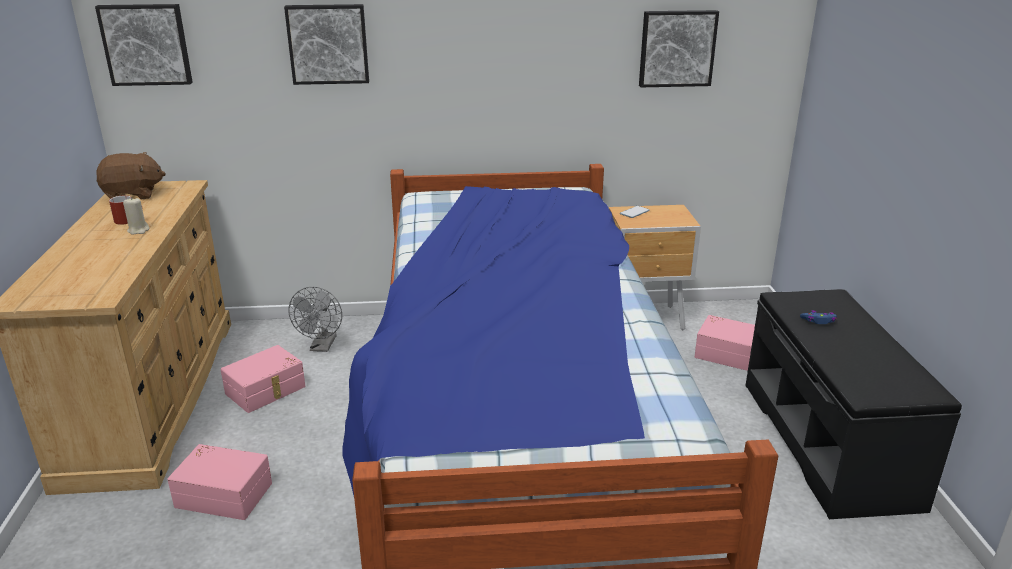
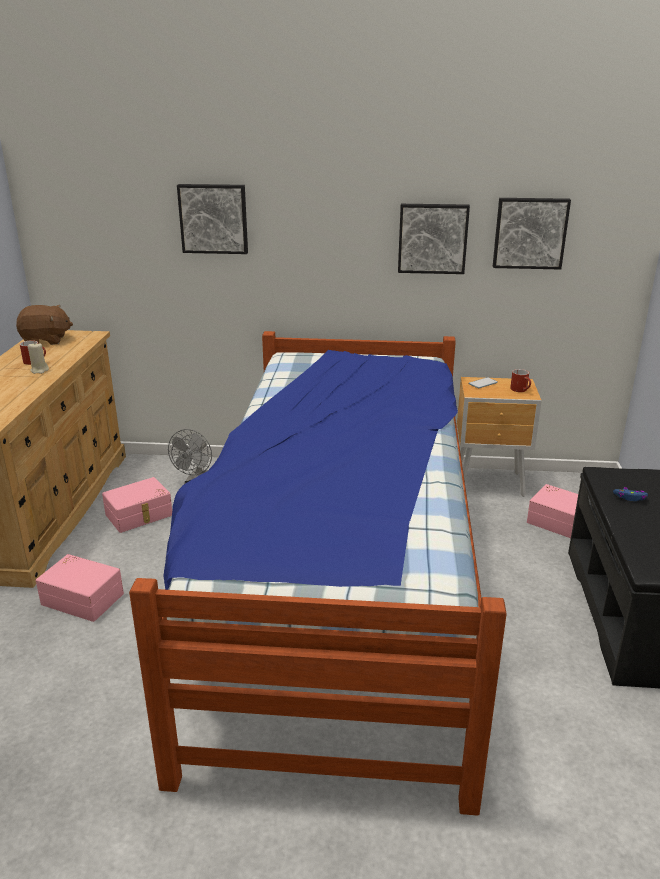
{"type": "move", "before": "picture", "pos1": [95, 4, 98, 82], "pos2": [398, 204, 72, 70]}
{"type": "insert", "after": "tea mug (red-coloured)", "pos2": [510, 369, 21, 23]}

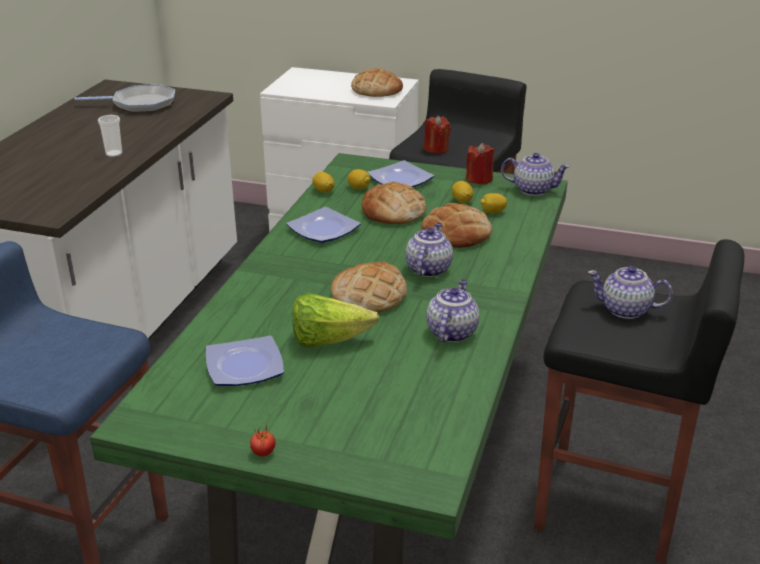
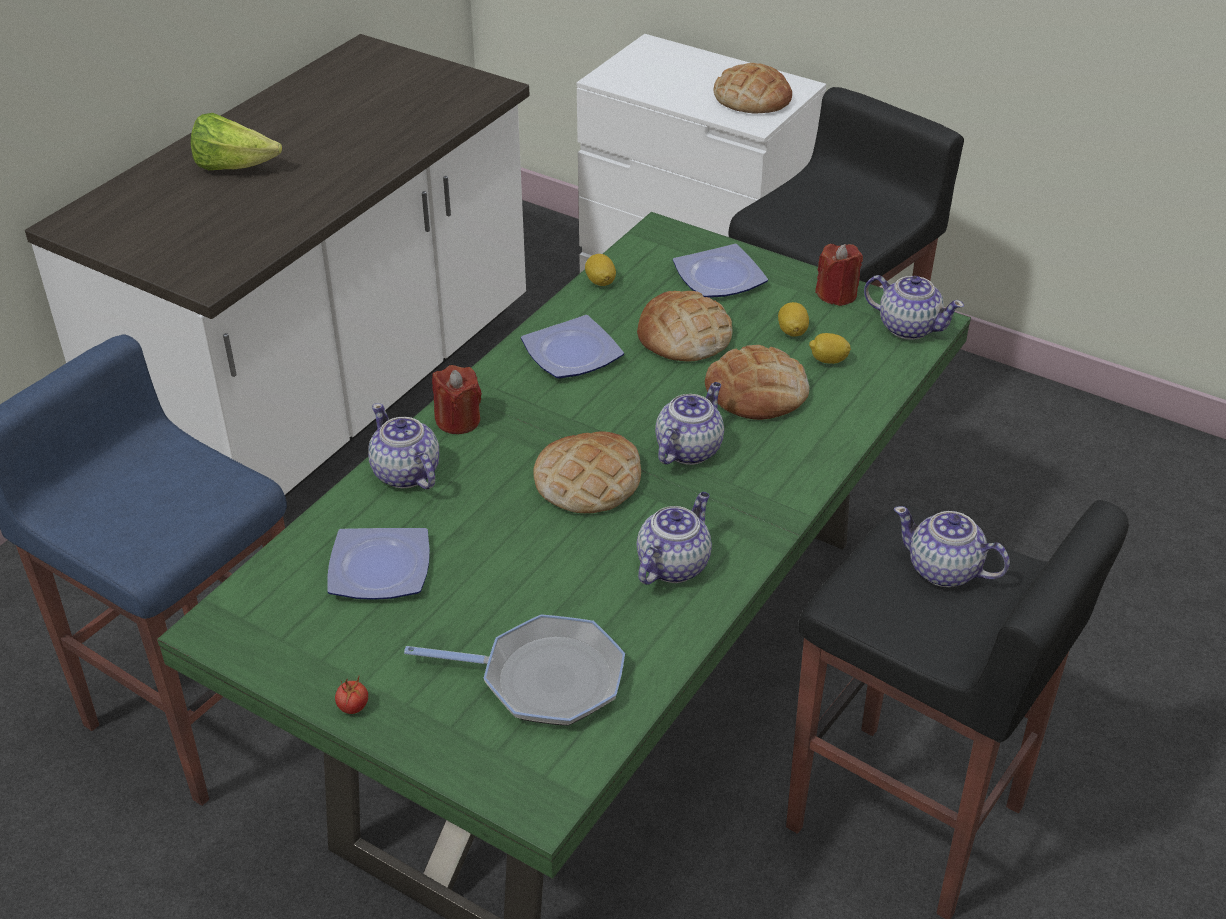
{"type": "move", "before": "pan", "pos1": [74, 84, 101, 29], "pos2": [404, 614, 221, 112]}
{"type": "delete", "before": "drinking cup", "pos1": [98, 115, 24, 42]}
{"type": "move", "before": "head of lettuce", "pos1": [292, 293, 87, 55], "pos2": [191, 113, 91, 57]}
{"type": "delete", "before": "lemon", "pos1": [348, 169, 22, 20]}
{"type": "move", "before": "candle (red-coloured)", "pos1": [424, 116, 27, 38], "pos2": [432, 365, 50, 69]}
{"type": "insert", "after": "pot for tea", "pos2": [368, 403, 71, 86]}

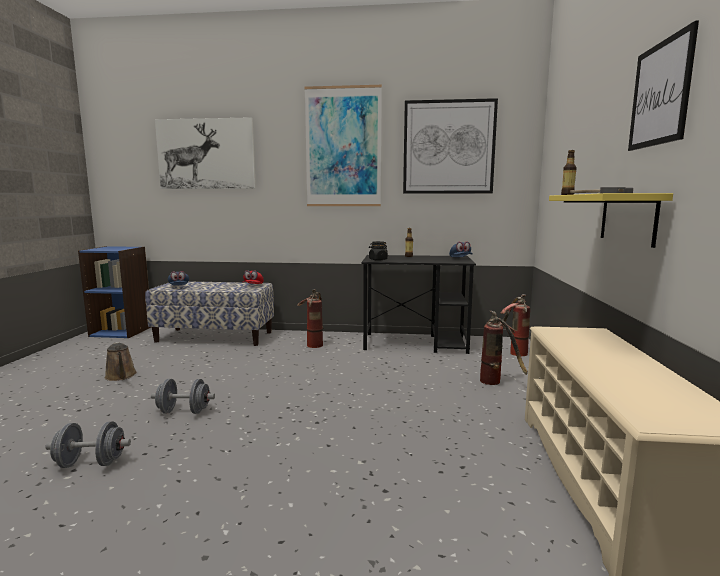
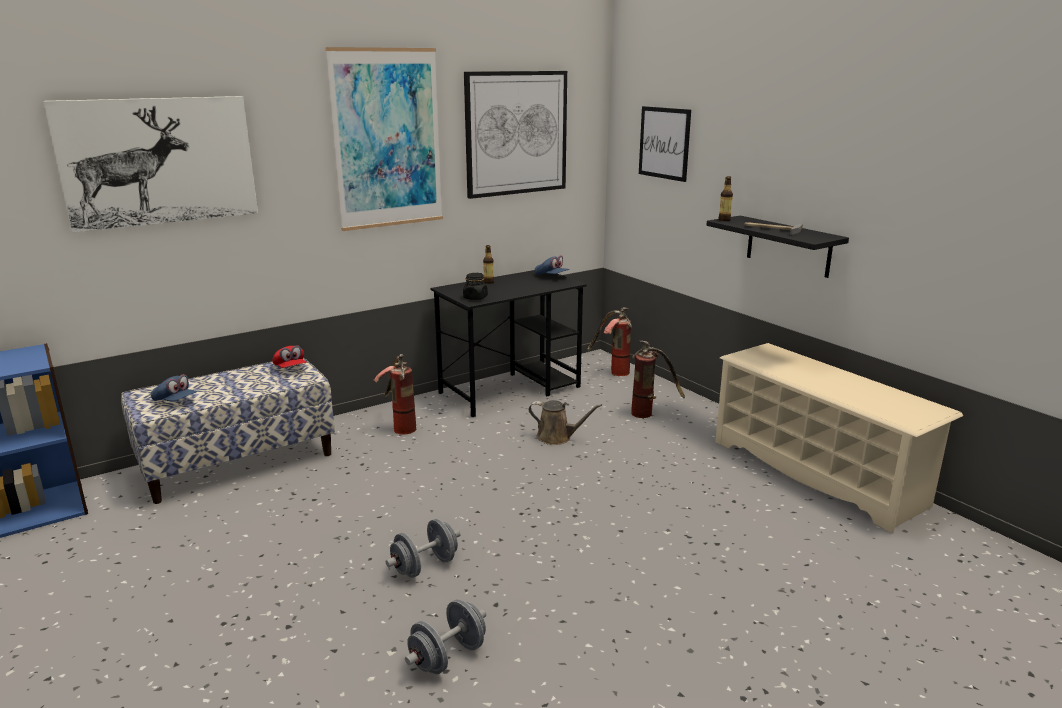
{"type": "move", "before": "watering can (brownish)", "pos1": [105, 342, 32, 39], "pos2": [528, 400, 74, 45]}
{"type": "recolor", "before": "wall shelf (yellow)", "after": "wall shelf (black-coloured)", "pos1": [549, 193, 124, 55], "pos2": [706, 216, 143, 62]}
{"type": "move", "before": "picture", "pos1": [628, 20, 71, 131], "pos2": [639, 106, 52, 76]}

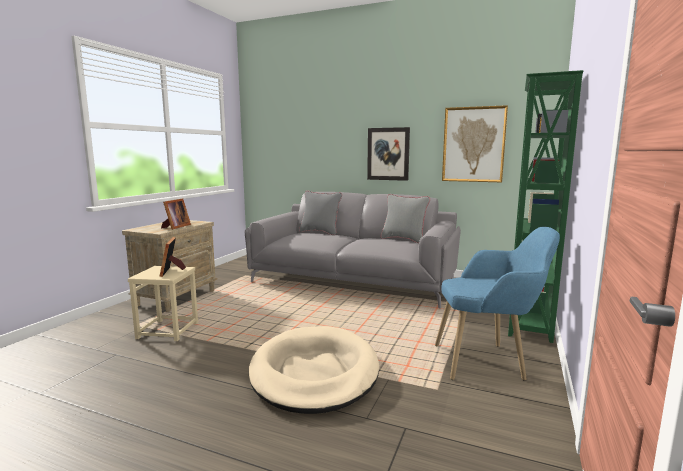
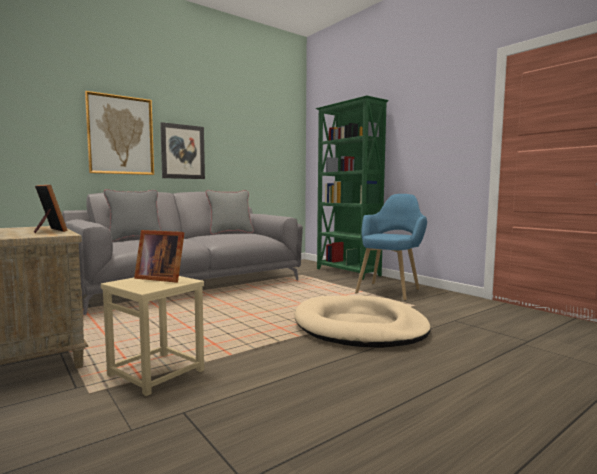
{"type": "move", "before": "picture", "pos1": [442, 105, 66, 77], "pos2": [85, 91, 69, 84]}

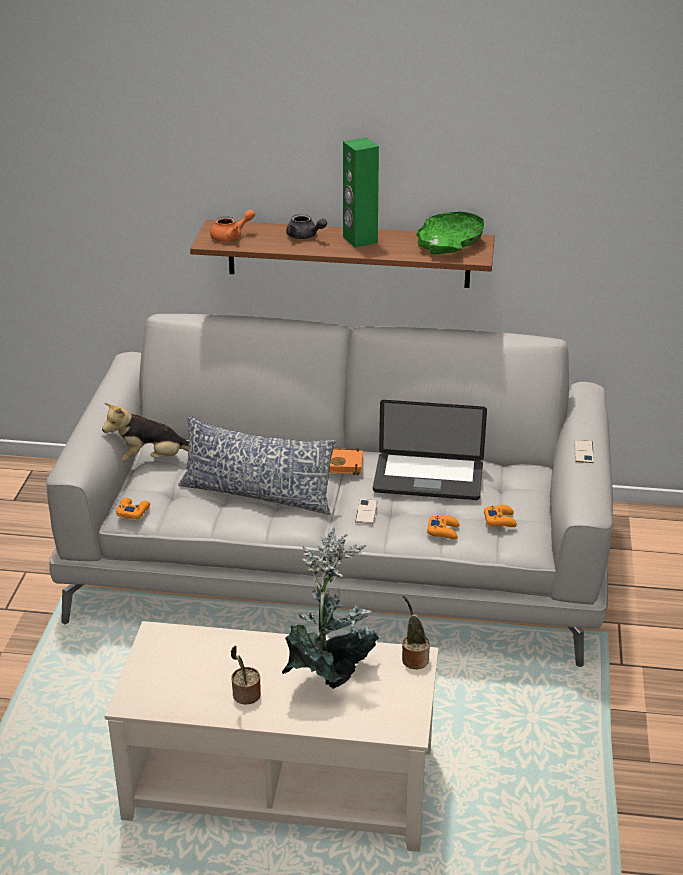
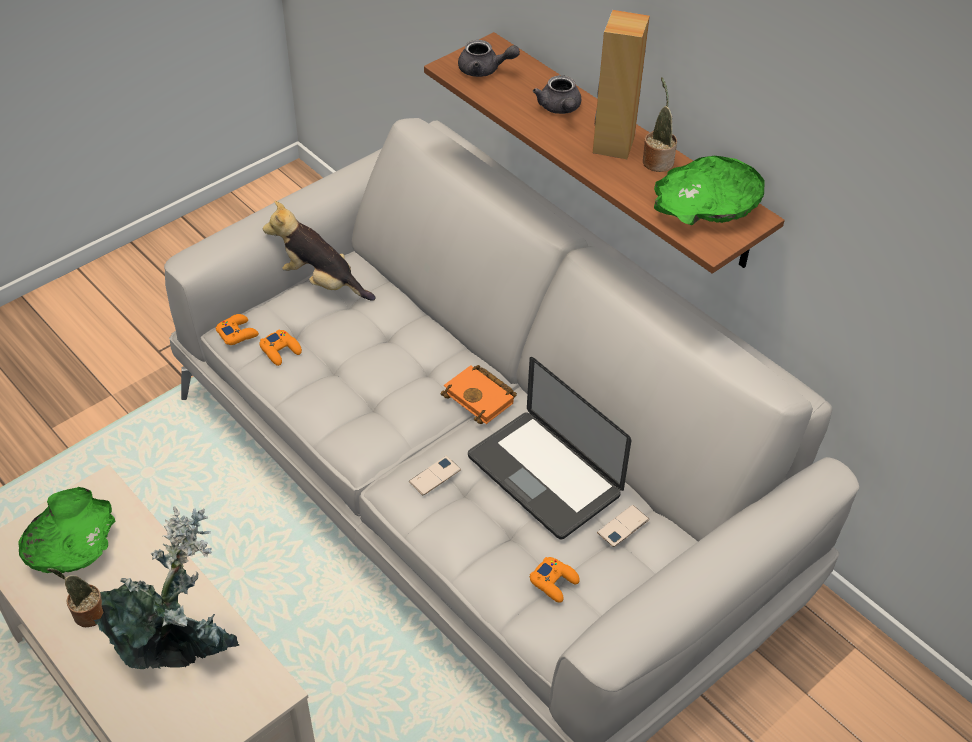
{"type": "delete", "before": "throw pillow", "pos1": [178, 416, 158, 99]}
{"type": "recolor", "before": "pot for tea (orange-coloured)", "after": "pot for tea (gray)", "pos1": [210, 209, 45, 33], "pos2": [458, 40, 62, 37]}
{"type": "recolor", "before": "speaker (green)", "after": "speaker (brownish)", "pos1": [343, 138, 36, 109], "pos2": [593, 10, 57, 149]}
{"type": "move", "before": "potted plant", "pos1": [402, 595, 28, 74], "pos2": [643, 77, 34, 95]}
{"type": "move", "before": "joypad (orange-coloured)", "pos1": [427, 516, 33, 23], "pos2": [259, 329, 43, 37]}
{"type": "move", "before": "telephone", "pos1": [575, 440, 19, 23], "pos2": [597, 505, 52, 42]}
{"type": "insert", "after": "bowl (green)", "pos2": [18, 487, 97, 86]}

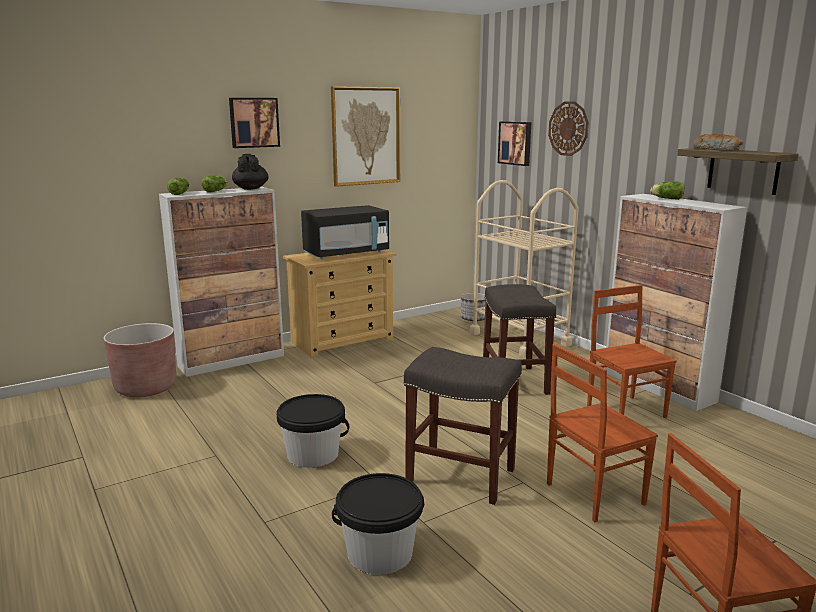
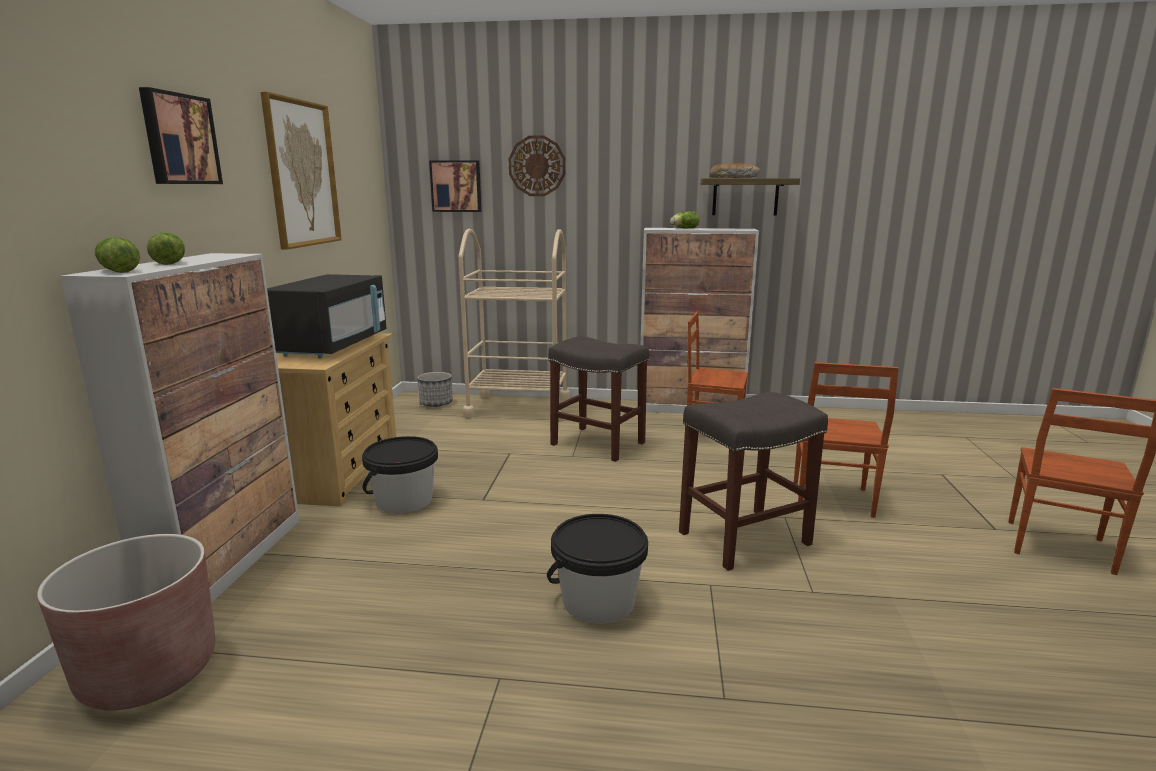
{"type": "delete", "before": "pot for tea (black-coloured)", "pos1": [232, 154, 37, 36]}
{"type": "move", "before": "bucket (black-coloured)", "pos1": [332, 473, 92, 102], "pos2": [362, 436, 76, 78]}

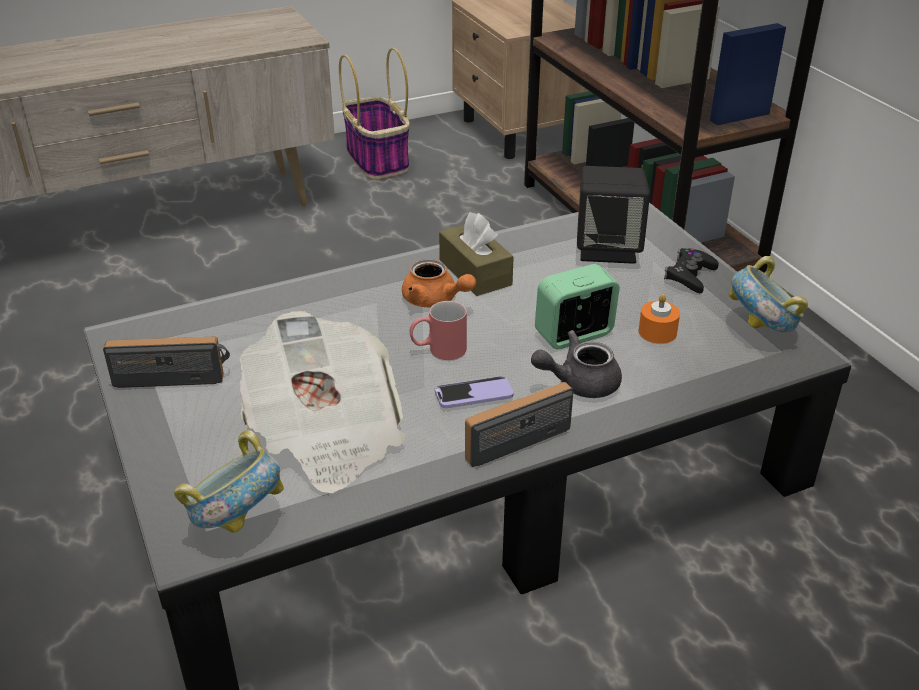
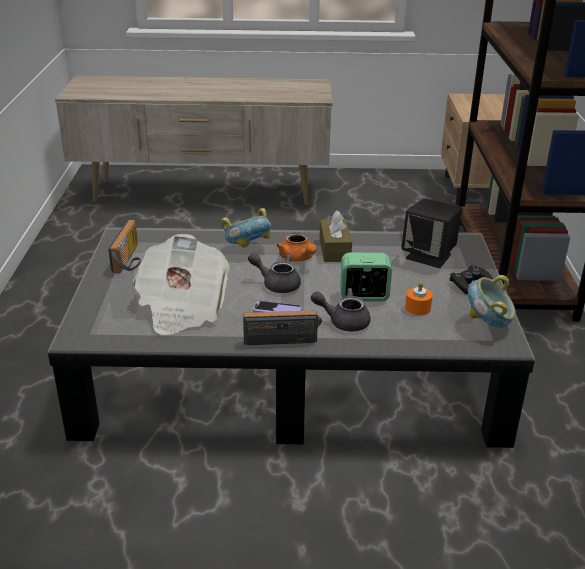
{"type": "rotate", "before": "radio receiver", "pos1": [103, 336, 127, 52], "pos2": [108, 220, 33, 53], "turn": 75}
{"type": "move", "before": "bowl", "pos1": [174, 430, 110, 103], "pos2": [221, 208, 50, 40]}
{"type": "delete", "before": "basket", "pos1": [339, 47, 71, 132]}
{"type": "replace", "before": "tea mug (red-coloured)", "after": "pot for tea (gray)", "pos1": [409, 301, 58, 59], "pos2": [248, 253, 53, 40]}

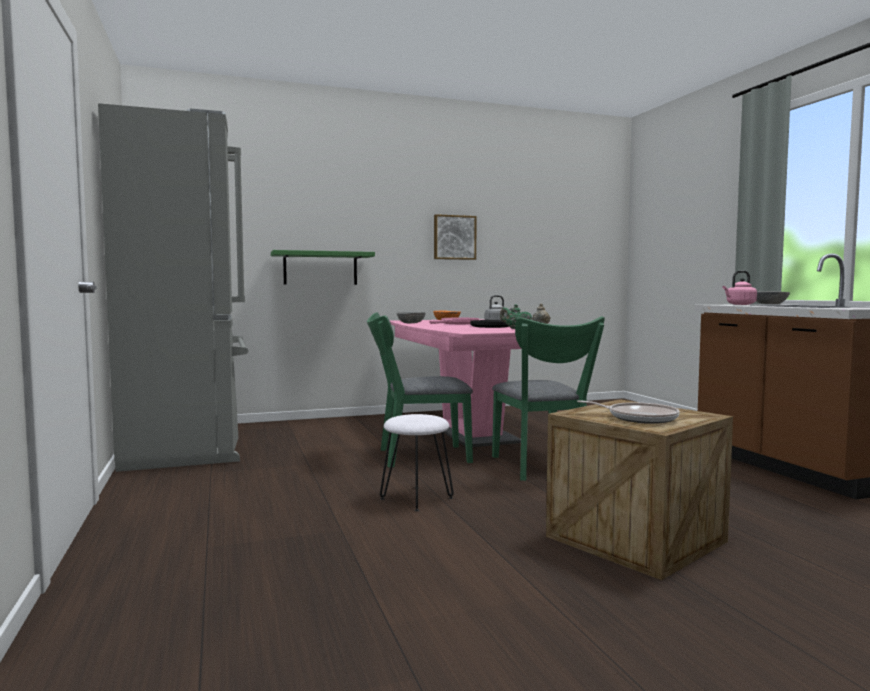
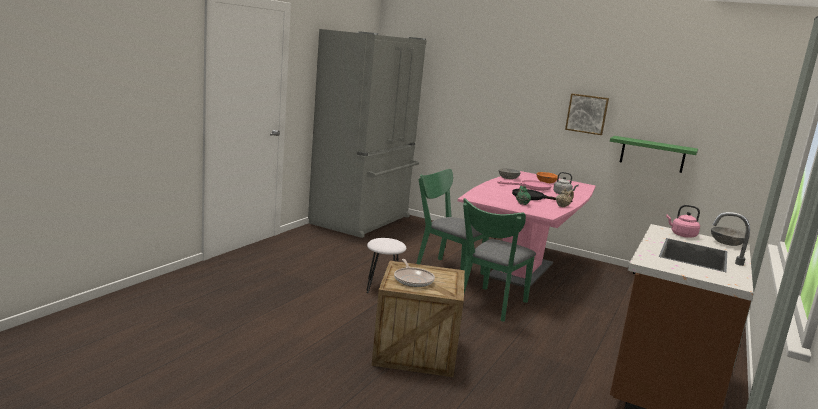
{"type": "move", "before": "wall shelf (green)", "pos1": [271, 250, 104, 35], "pos2": [610, 136, 88, 37]}

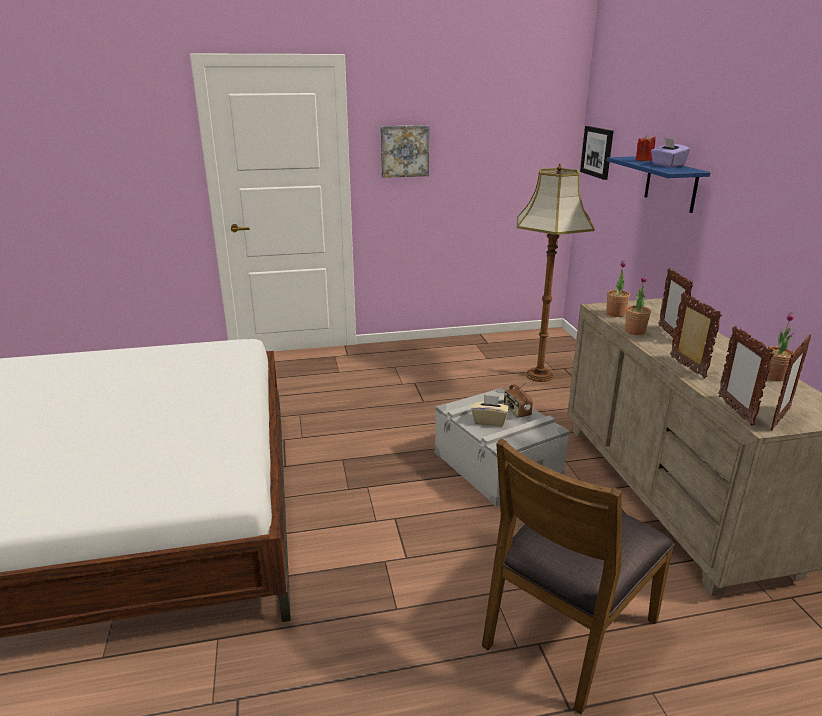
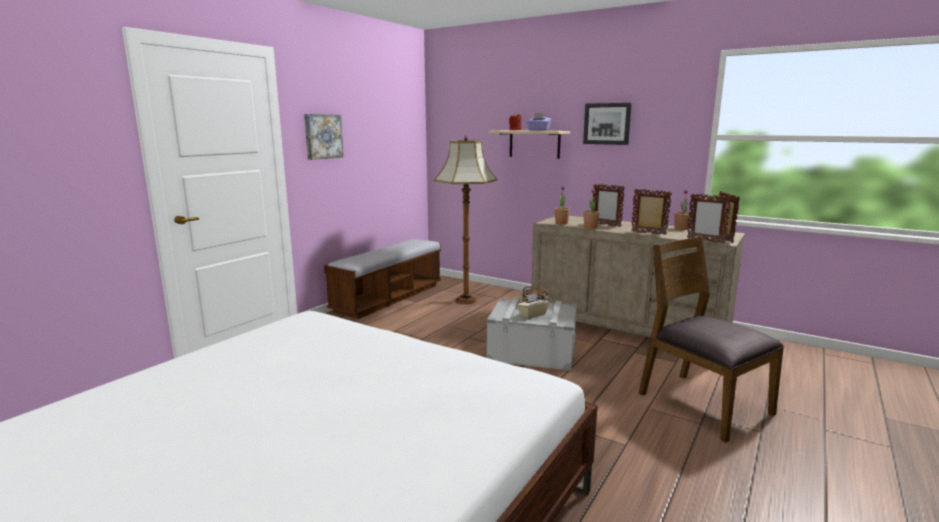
{"type": "rotate", "before": "upright chair (brownish)", "pos1": [482, 439, 193, 275], "pos2": [639, 236, 145, 206], "turn": 150}
{"type": "move", "before": "picture", "pos1": [580, 126, 33, 54], "pos2": [583, 103, 49, 42]}
{"type": "recolor", "before": "wall shelf (bluish)", "after": "wall shelf (beige)", "pos1": [607, 156, 104, 57], "pos2": [488, 130, 82, 29]}
{"type": "insert", "after": "long seat", "pos2": [324, 239, 117, 80]}

